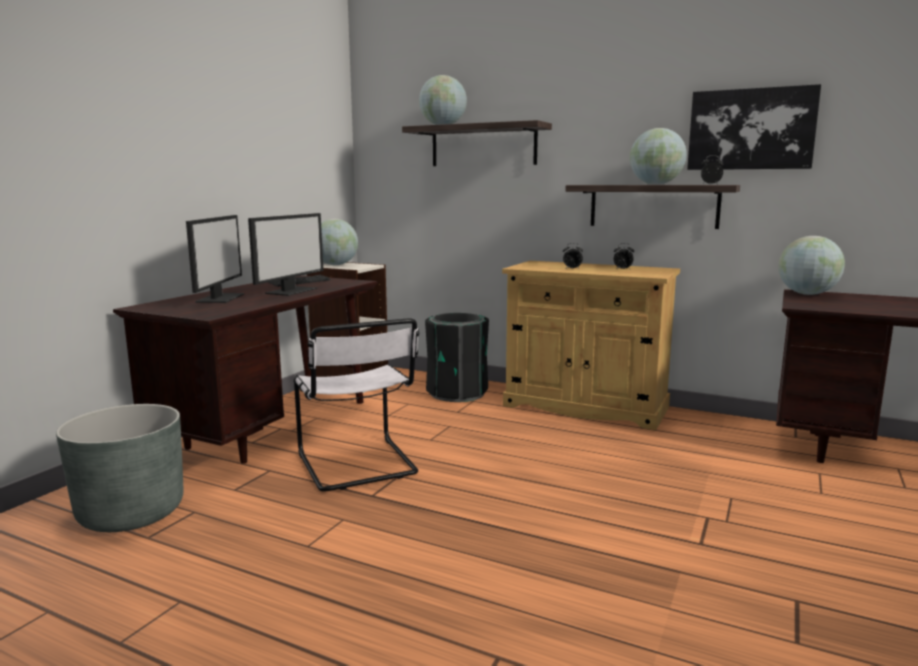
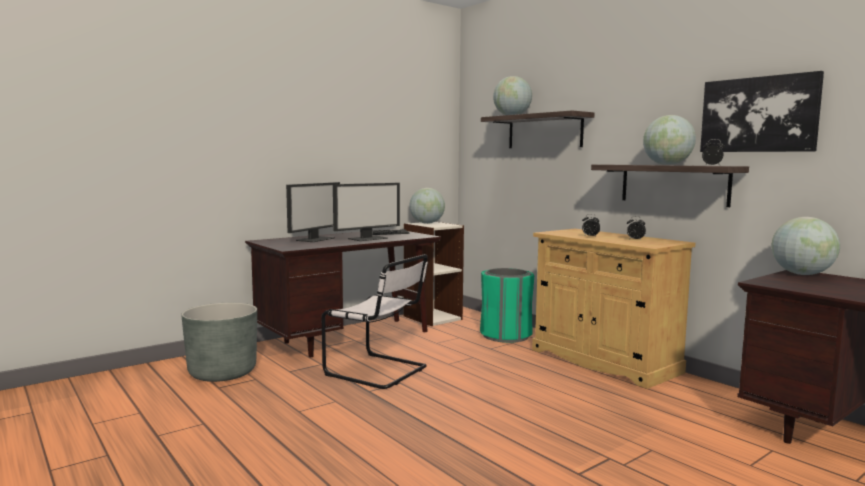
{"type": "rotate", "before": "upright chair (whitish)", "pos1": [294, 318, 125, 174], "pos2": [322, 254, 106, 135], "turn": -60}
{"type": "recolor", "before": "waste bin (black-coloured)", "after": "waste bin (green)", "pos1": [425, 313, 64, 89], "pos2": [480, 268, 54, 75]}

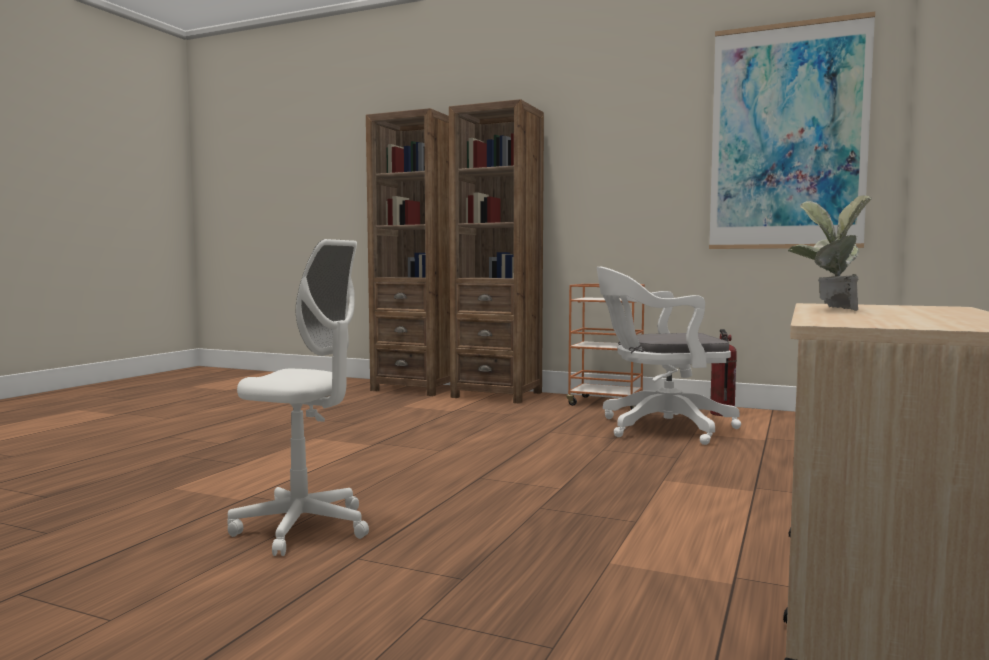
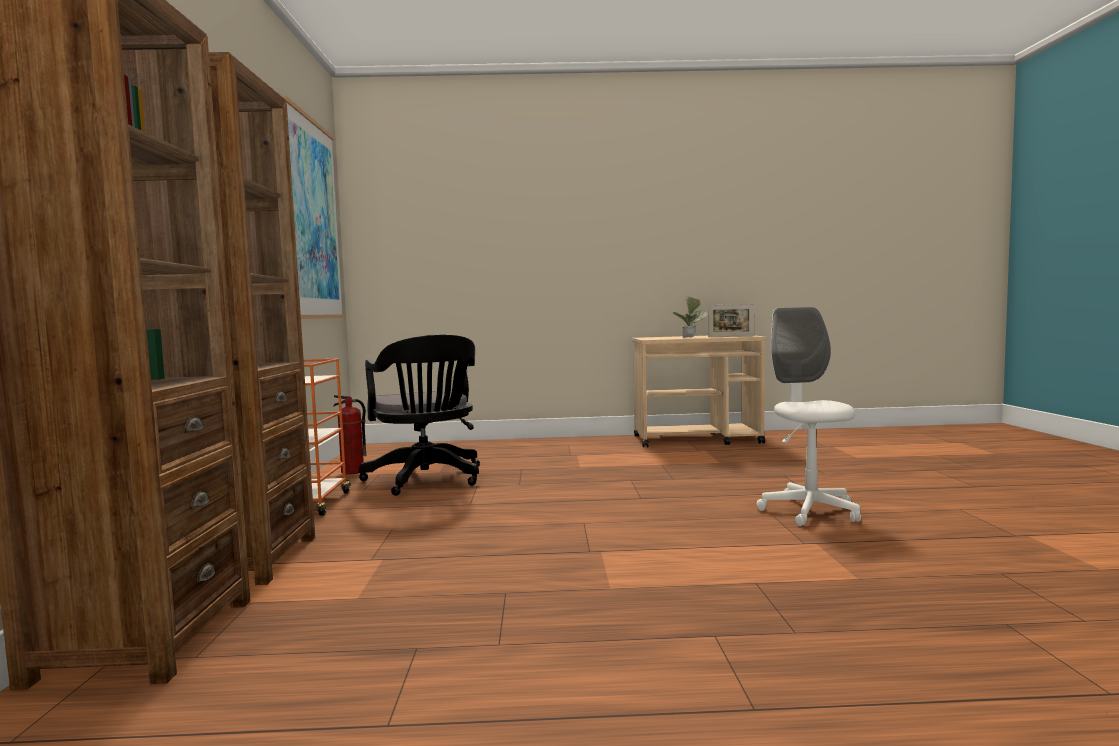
{"type": "recolor", "before": "office chair (whitish)", "after": "office chair (black-coloured)", "pos1": [597, 267, 144, 178], "pos2": [358, 334, 122, 162]}
{"type": "insert", "after": "standing frame", "pos2": [708, 304, 46, 33]}

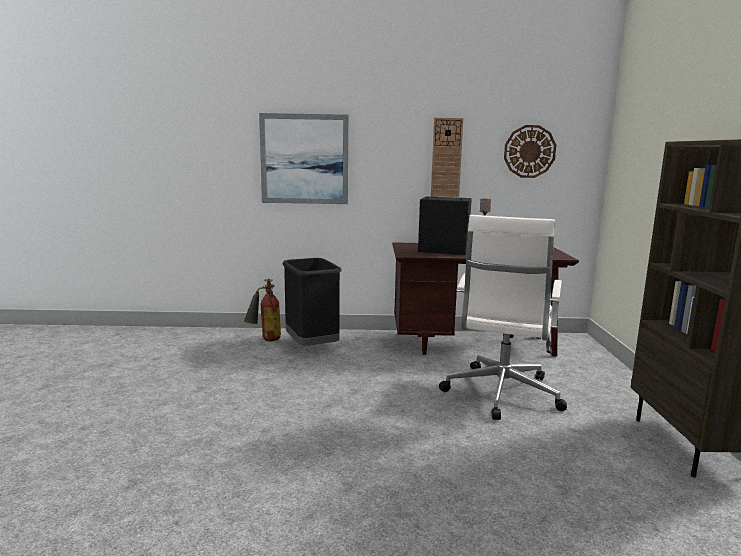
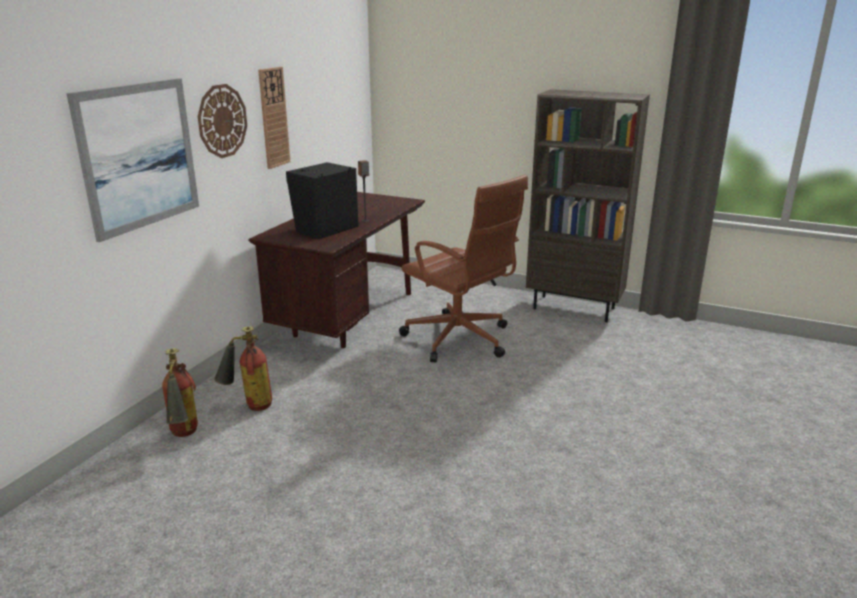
{"type": "replace", "before": "waste bin (black-coloured)", "after": "extinguisher", "pos1": [283, 258, 59, 88], "pos2": [214, 326, 58, 85]}
{"type": "recolor", "before": "office chair (whitish)", "after": "office chair (brownish)", "pos1": [439, 215, 128, 205], "pos2": [399, 175, 129, 188]}
{"type": "move", "before": "clock on the wall", "pos1": [504, 125, 52, 53], "pos2": [198, 84, 49, 74]}

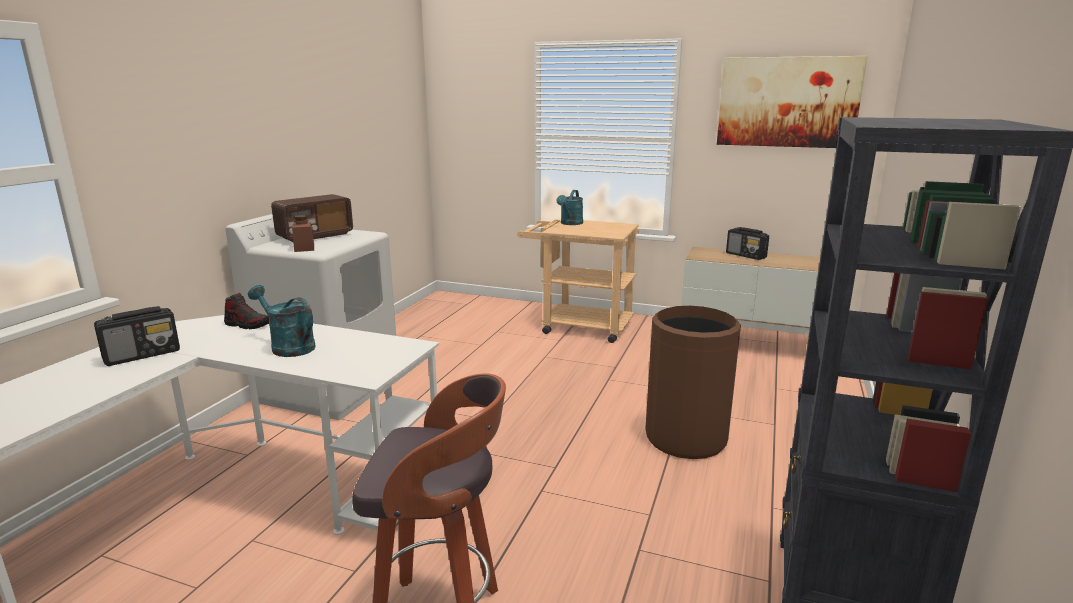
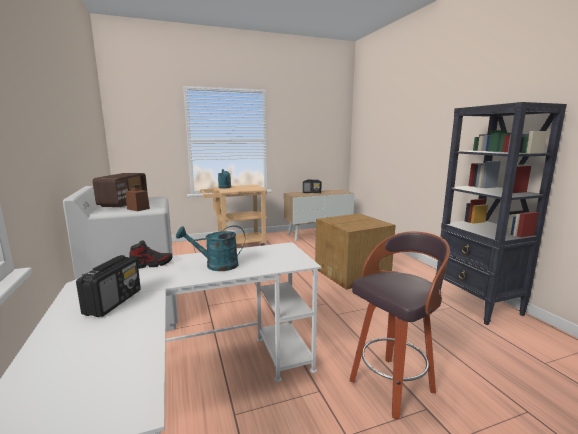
{"type": "replace", "before": "waste bin (brownish)", "after": "cardboard box", "pos1": [645, 306, 96, 153], "pos2": [315, 213, 81, 77]}
{"type": "delete", "before": "picture", "pos1": [717, 56, 150, 92]}

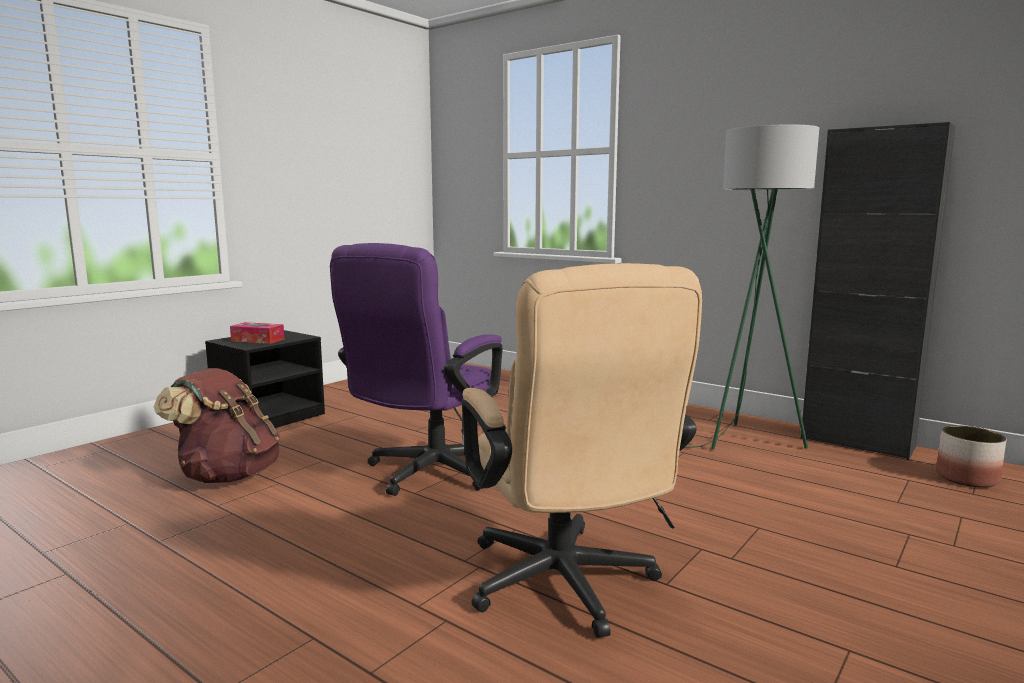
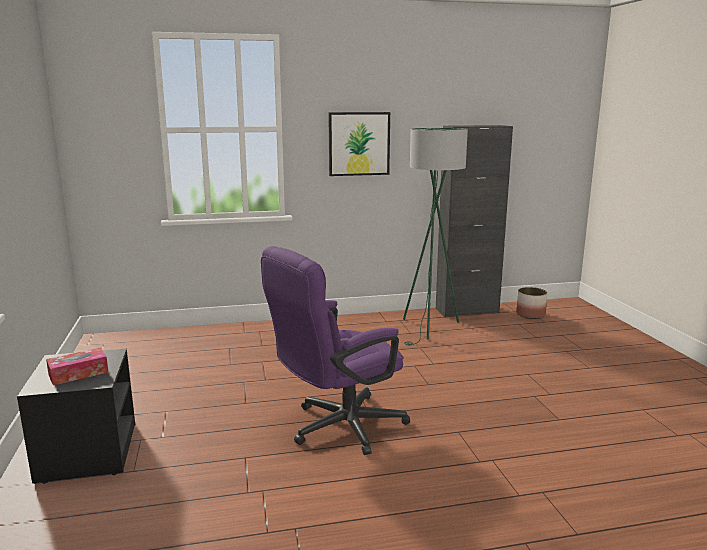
{"type": "delete", "before": "backpack (brownish)", "pos1": [154, 368, 126, 115]}
{"type": "rotate", "before": "office chair (purplish)", "pos1": [330, 243, 173, 253], "pos2": [261, 246, 149, 209], "turn": 75}
{"type": "delete", "before": "office chair (beige)", "pos1": [462, 263, 240, 375]}
{"type": "insert", "after": "picture", "pos2": [328, 112, 62, 64]}

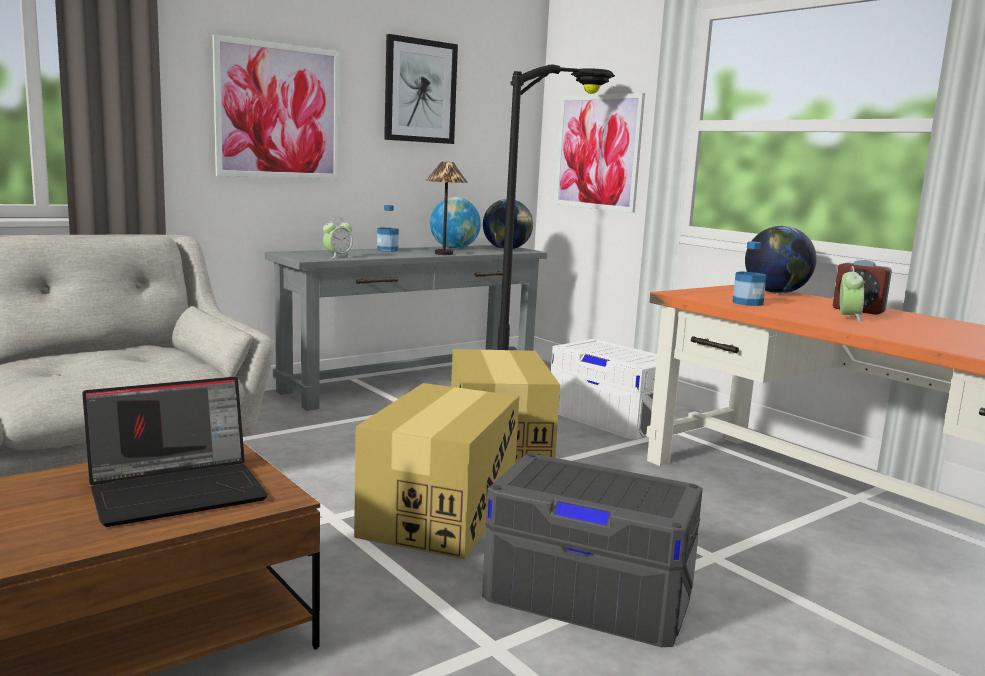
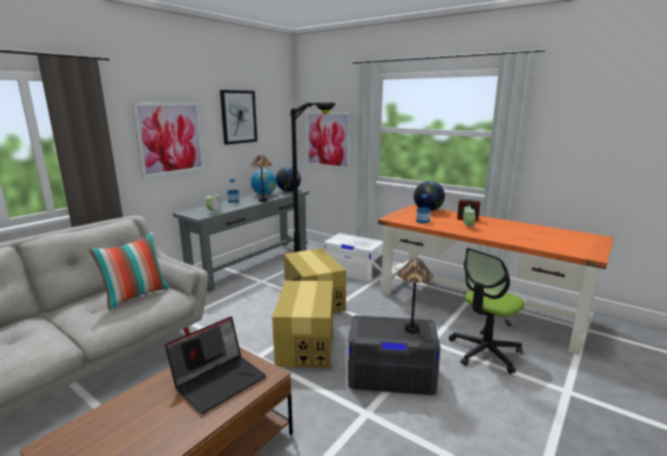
{"type": "insert", "after": "throw pillow", "pos2": [88, 232, 82, 78]}
{"type": "insert", "after": "lamp for a table", "pos2": [397, 258, 37, 75]}
{"type": "insert", "after": "office chair", "pos2": [449, 248, 75, 126]}

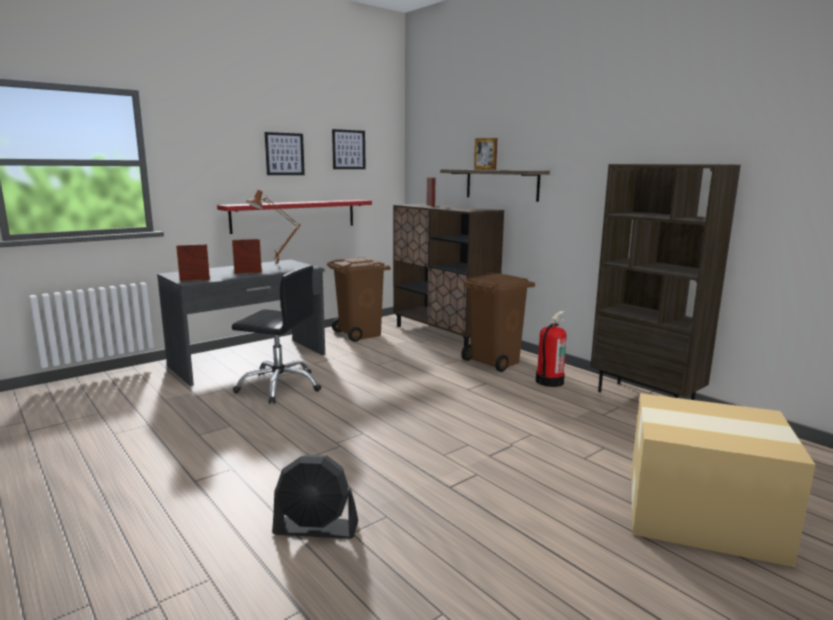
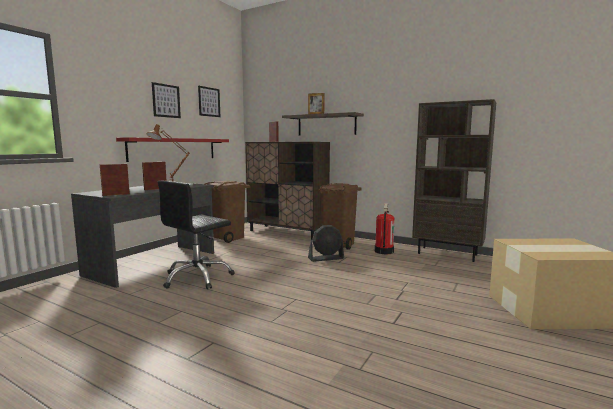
{"type": "rotate", "before": "office chair (black-coloured)", "pos1": [232, 265, 89, 139], "pos2": [158, 180, 77, 109], "turn": 135}
{"type": "move", "before": "electric fan (black-coloured)", "pos1": [272, 455, 86, 84], "pos2": [308, 225, 36, 37]}

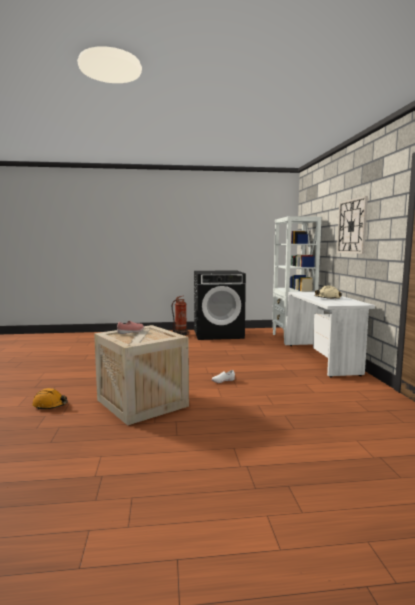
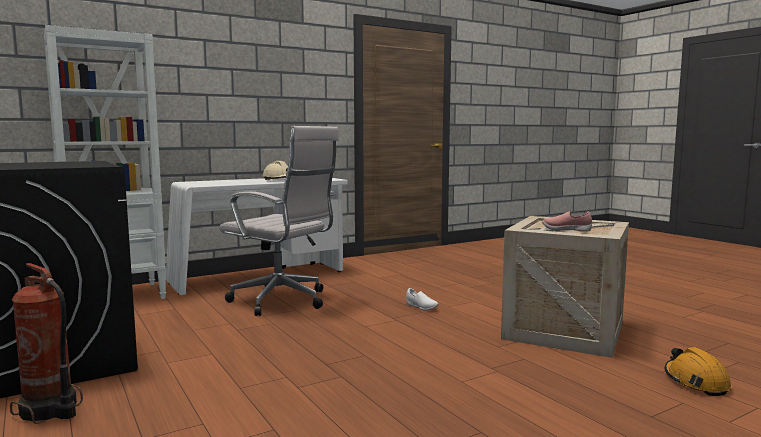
{"type": "delete", "before": "clock on the wall", "pos1": [337, 196, 31, 58]}
{"type": "insert", "after": "office chair (whitish)", "pos2": [219, 126, 120, 190]}

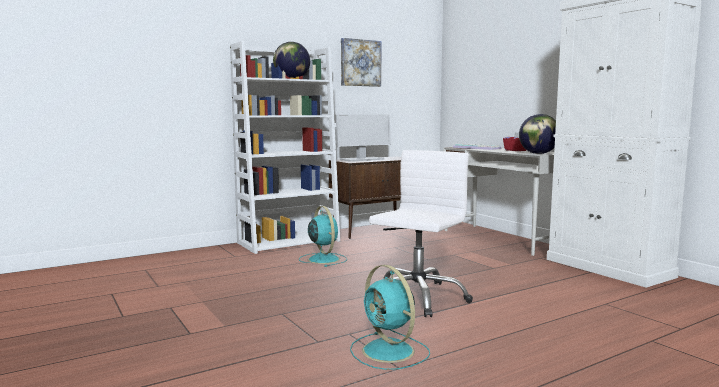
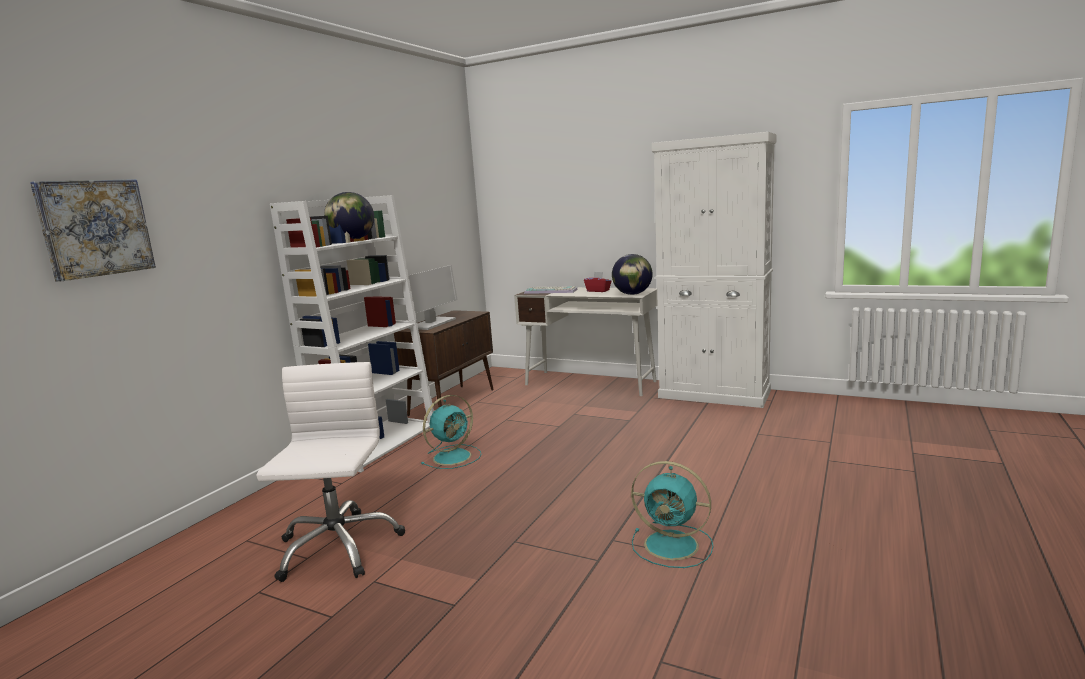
{"type": "rotate", "before": "electric fan (turquoise)", "pos1": [299, 206, 48, 61], "pos2": [421, 395, 61, 74], "turn": 105}
{"type": "move", "before": "picture", "pos1": [341, 38, 41, 49], "pos2": [30, 179, 126, 103]}
{"type": "move", "before": "office chair (whitish)", "pos1": [369, 150, 104, 167], "pos2": [256, 362, 149, 220]}

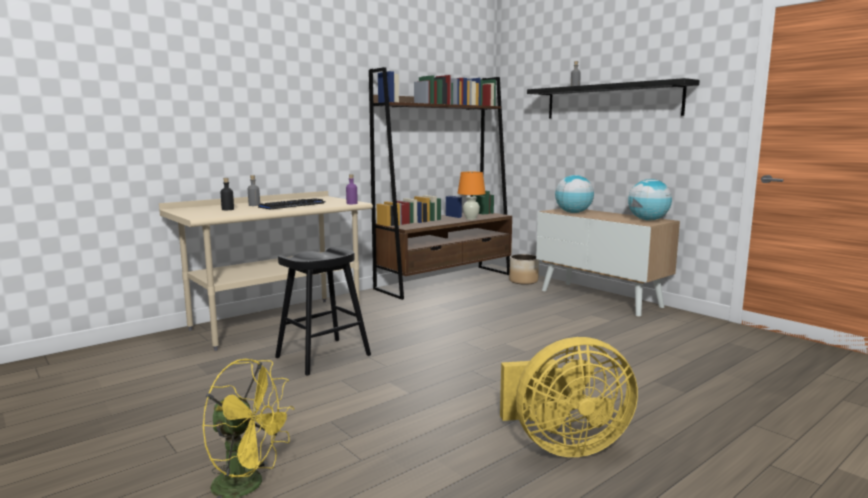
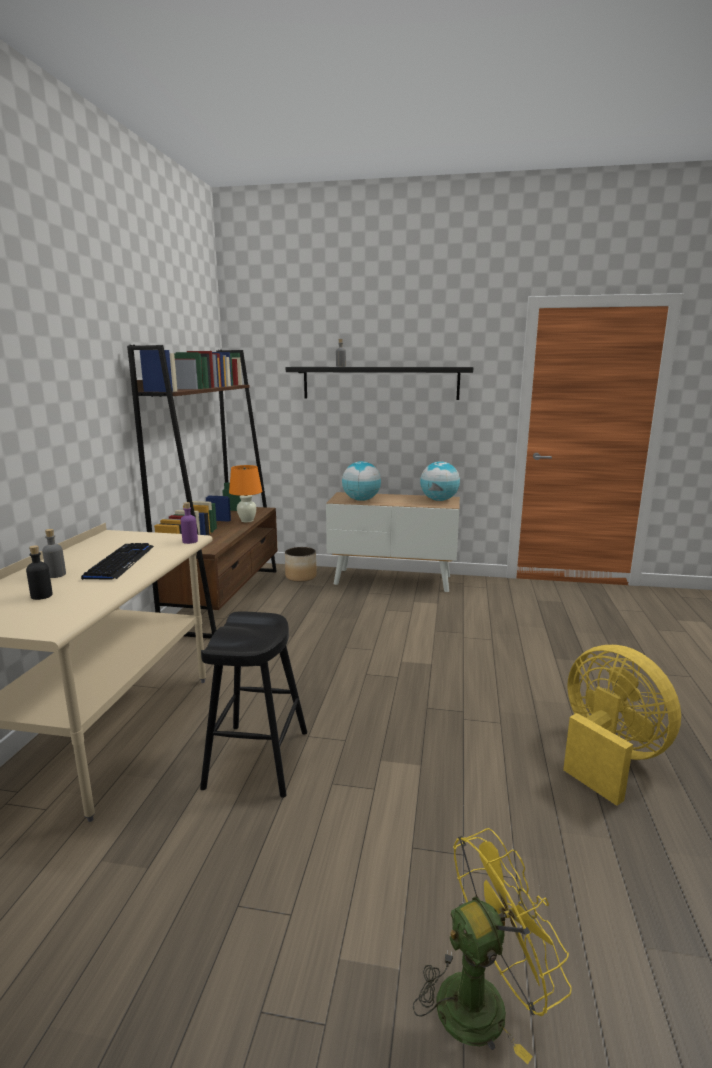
{"type": "rotate", "before": "electric fan (yellow)", "pos1": [500, 337, 138, 120], "pos2": [563, 645, 118, 161], "turn": -75}

